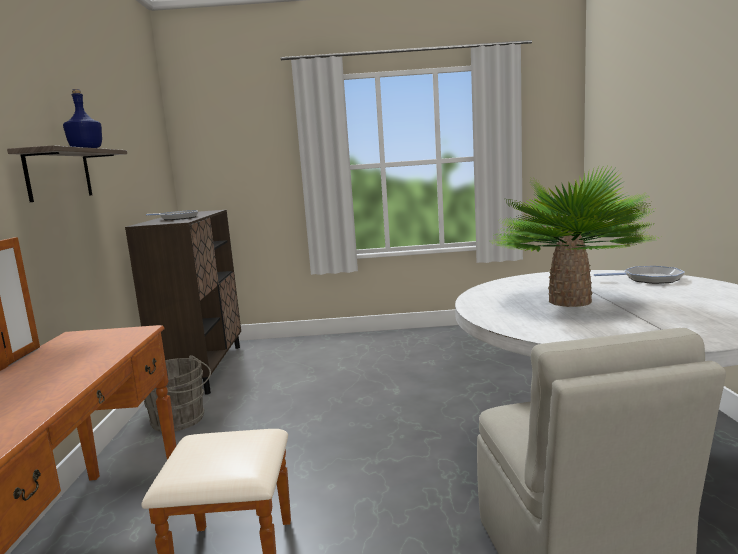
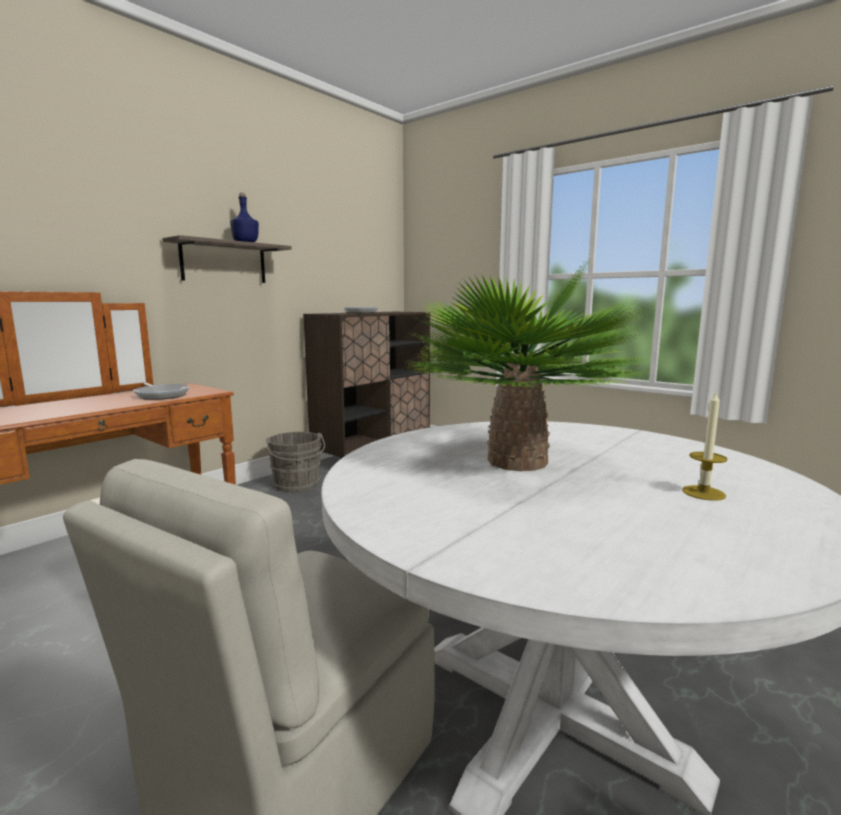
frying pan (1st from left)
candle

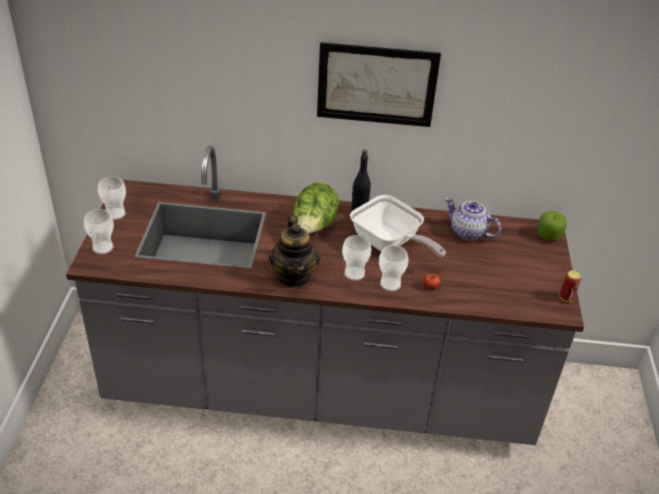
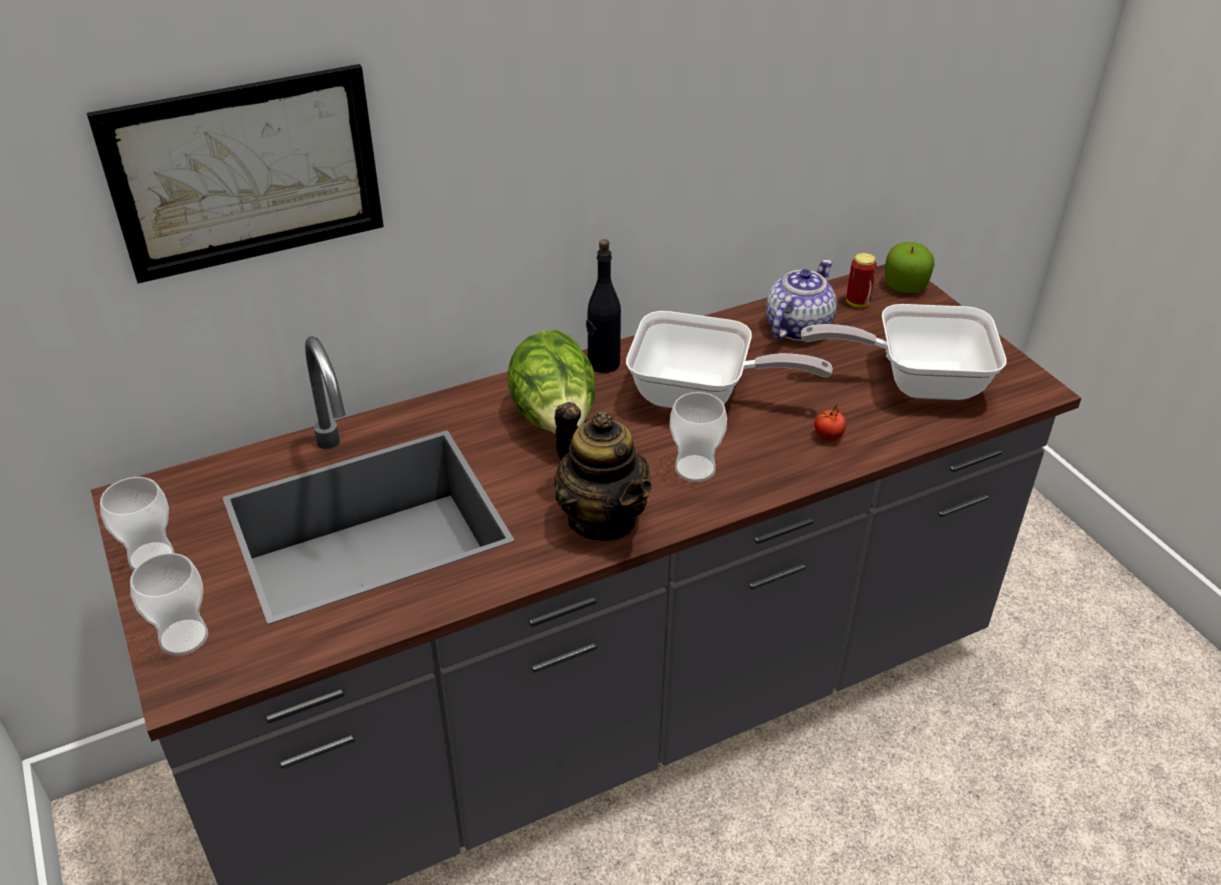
picture
cup (4th from left in the first image)
teapot (2nd from left)
can
frying pan (2nd from left)

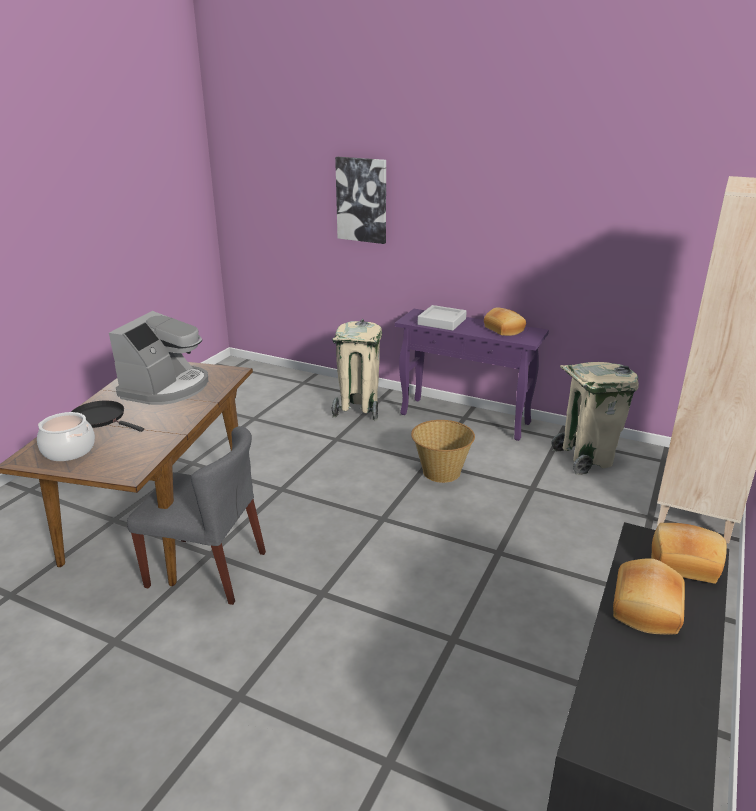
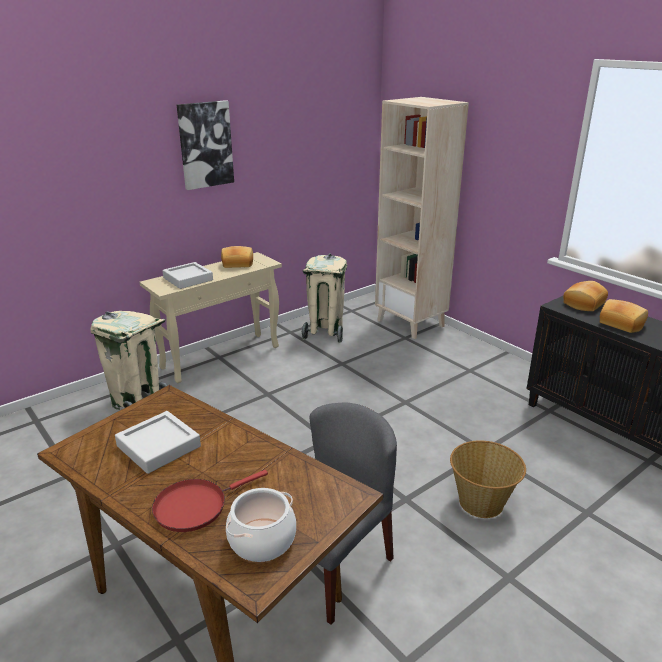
red frying pan
grey tray (1st from left)
picture
beige console table
basket

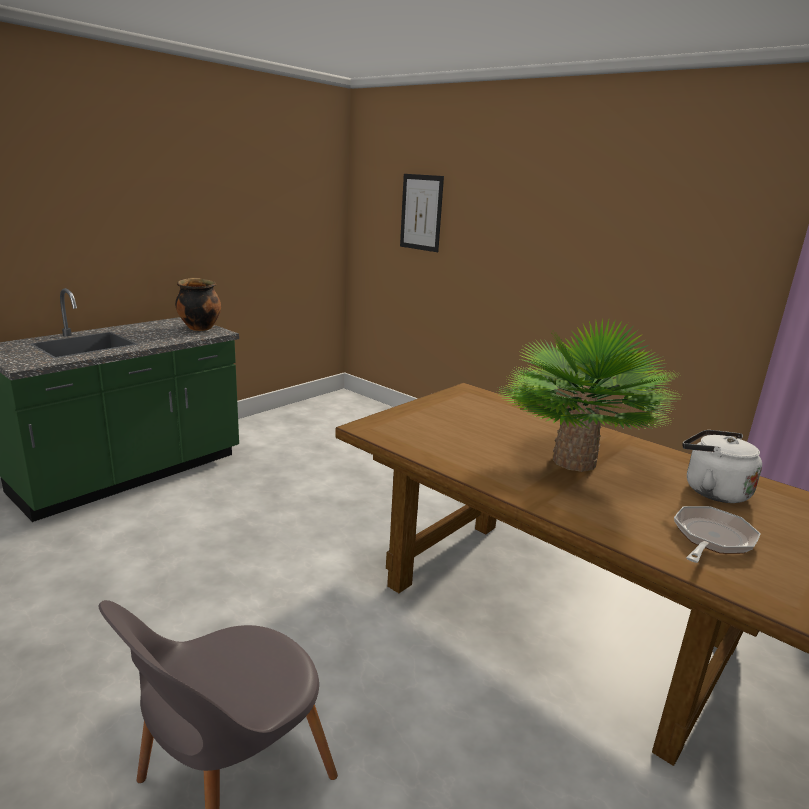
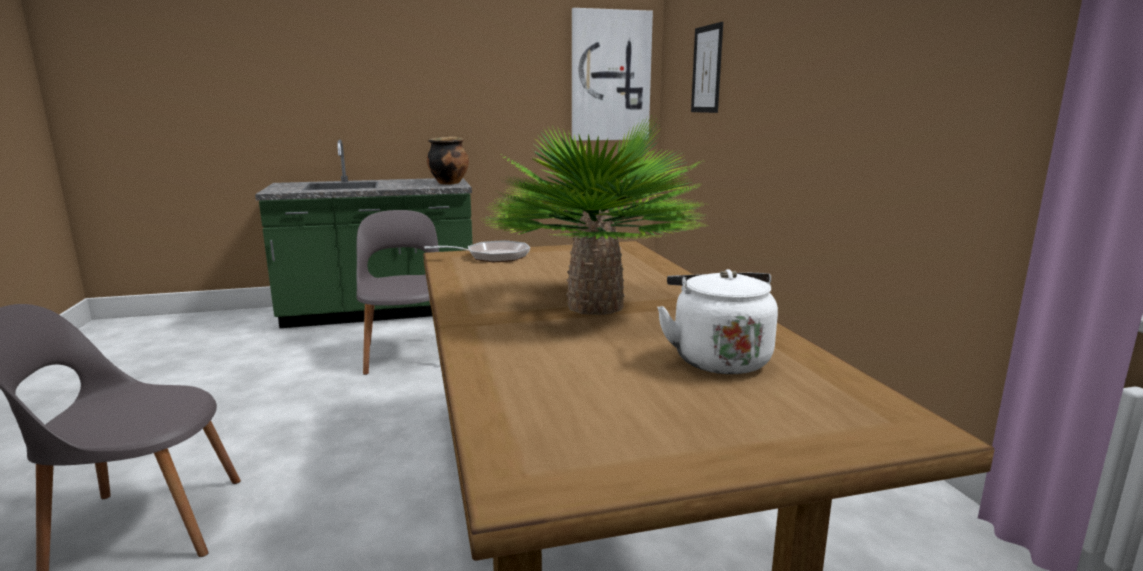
frying pan
grey chair (2nd from left)
picture (1st from left)

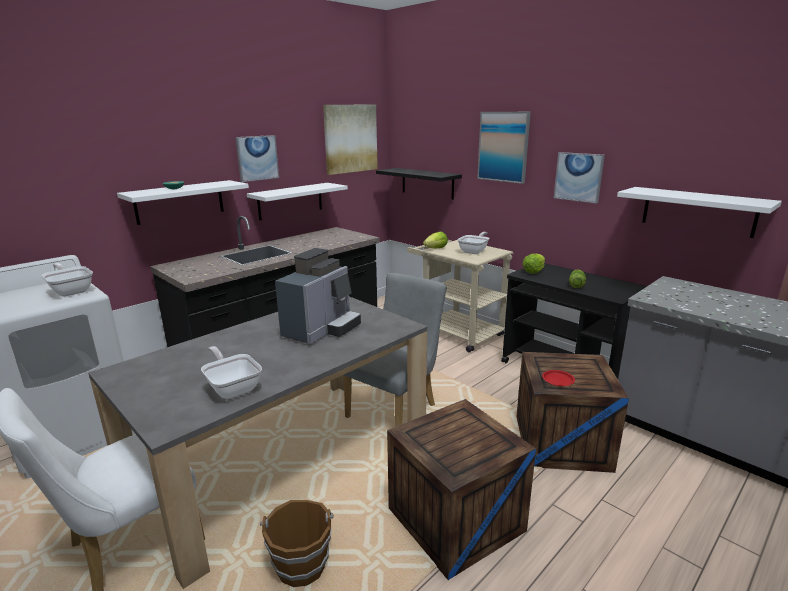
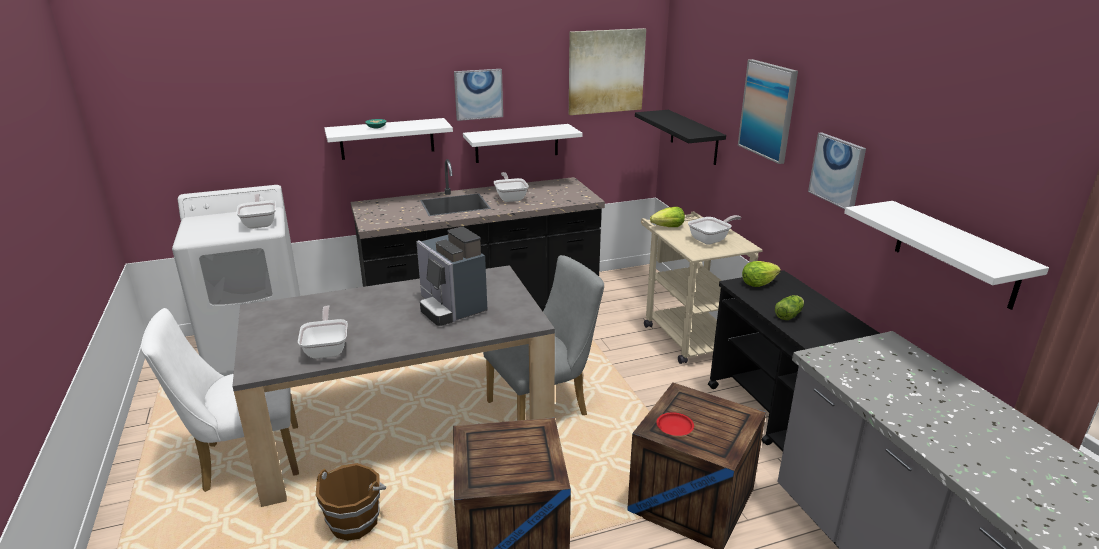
coffee machine
frying pan (3rd from left)

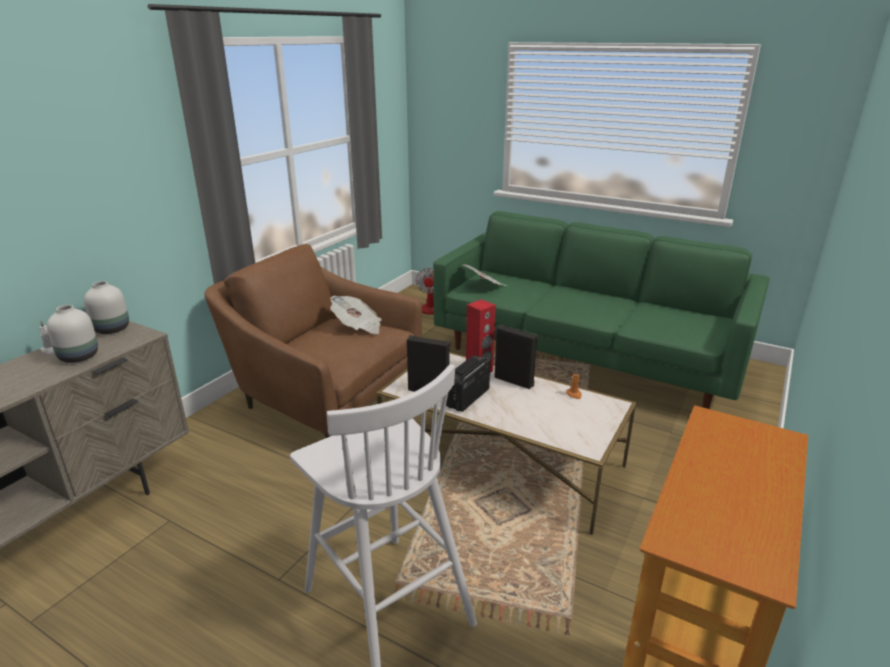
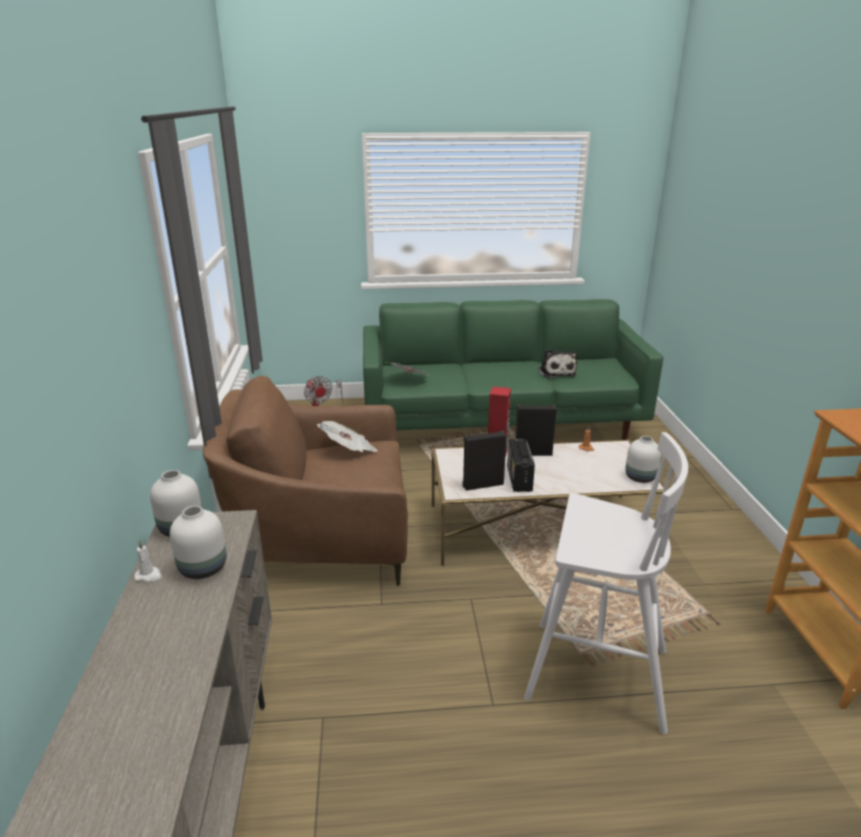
plush toy
white vase (3rd from left)

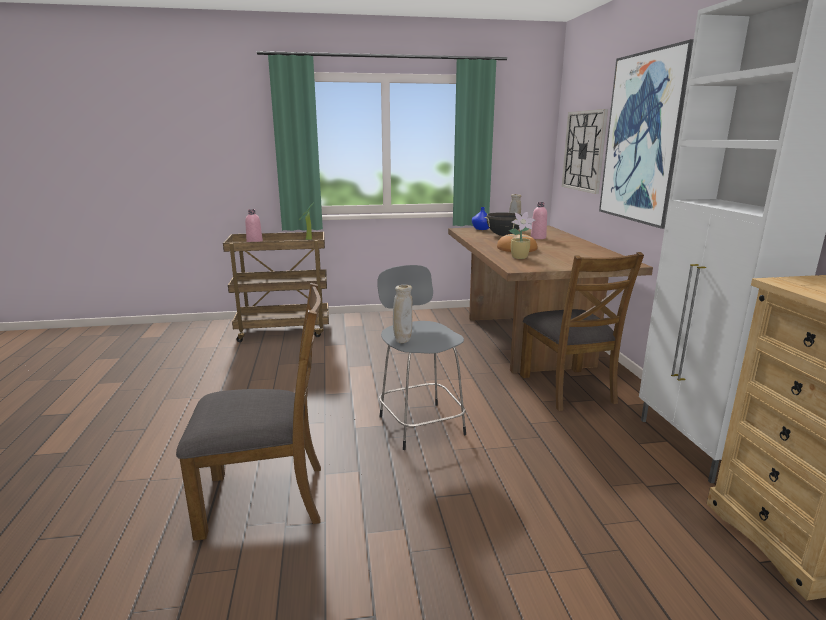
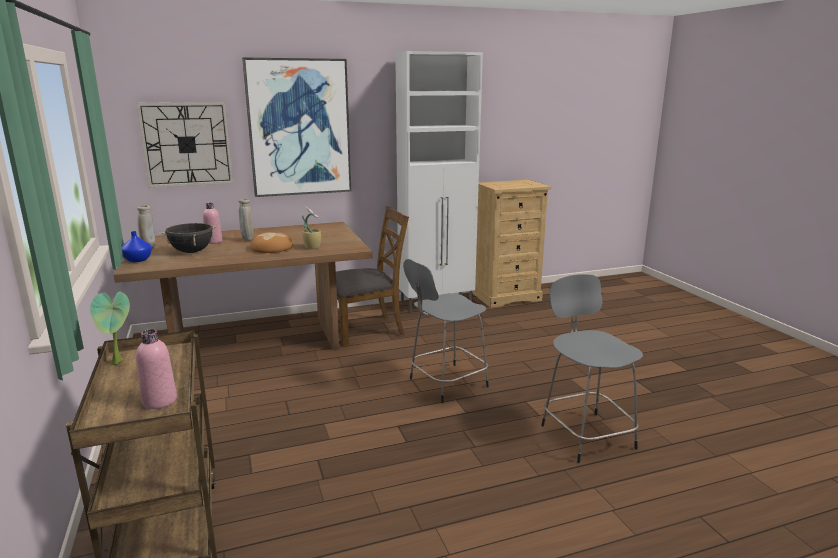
grey stool (2nd from left)
beige vase (2nd from left)

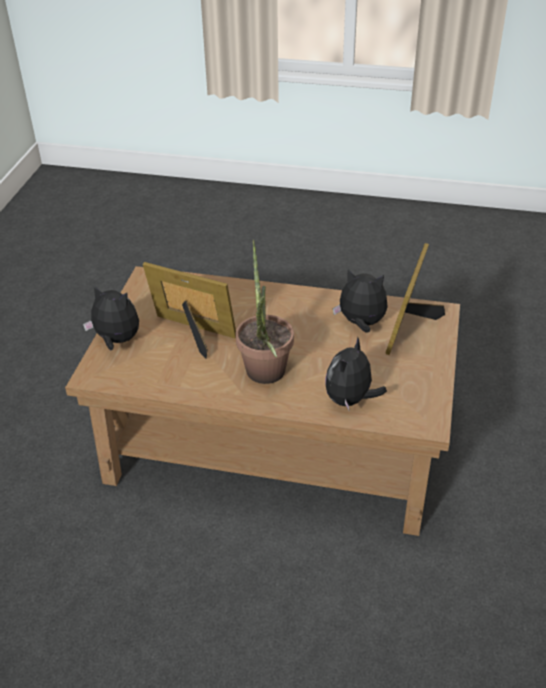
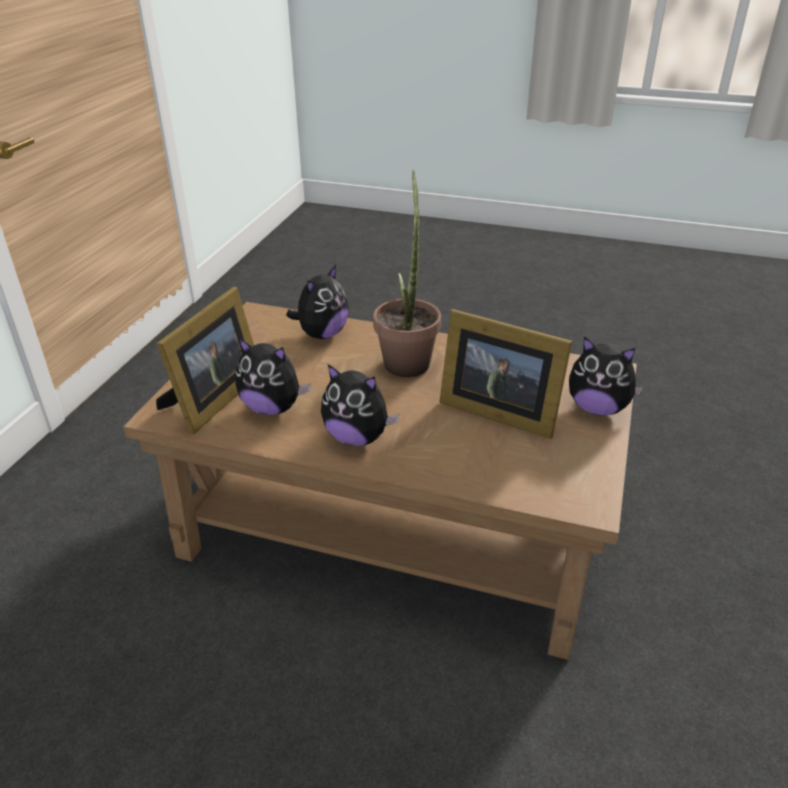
plush toy (3rd from left)

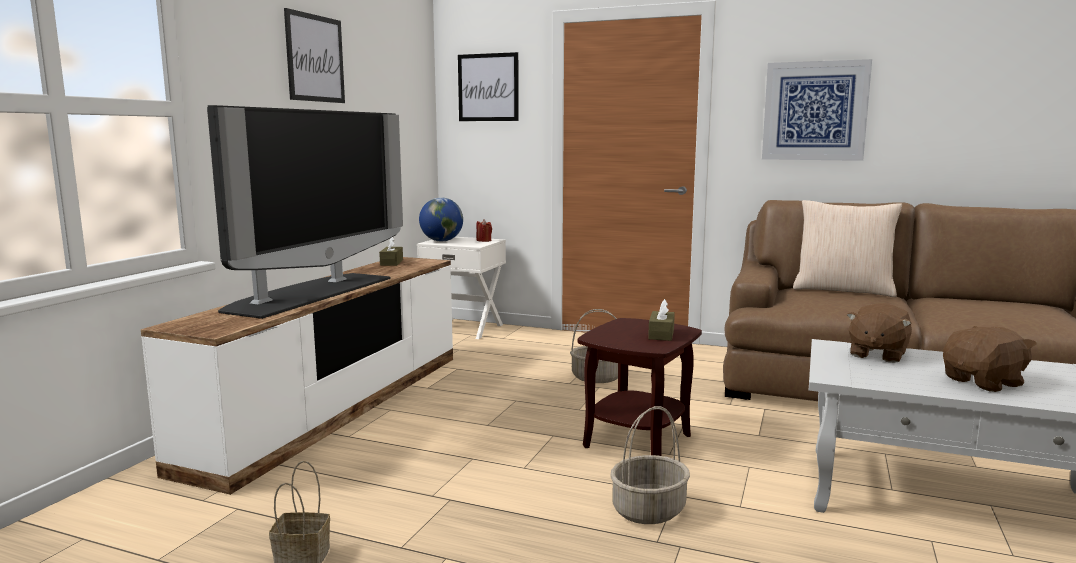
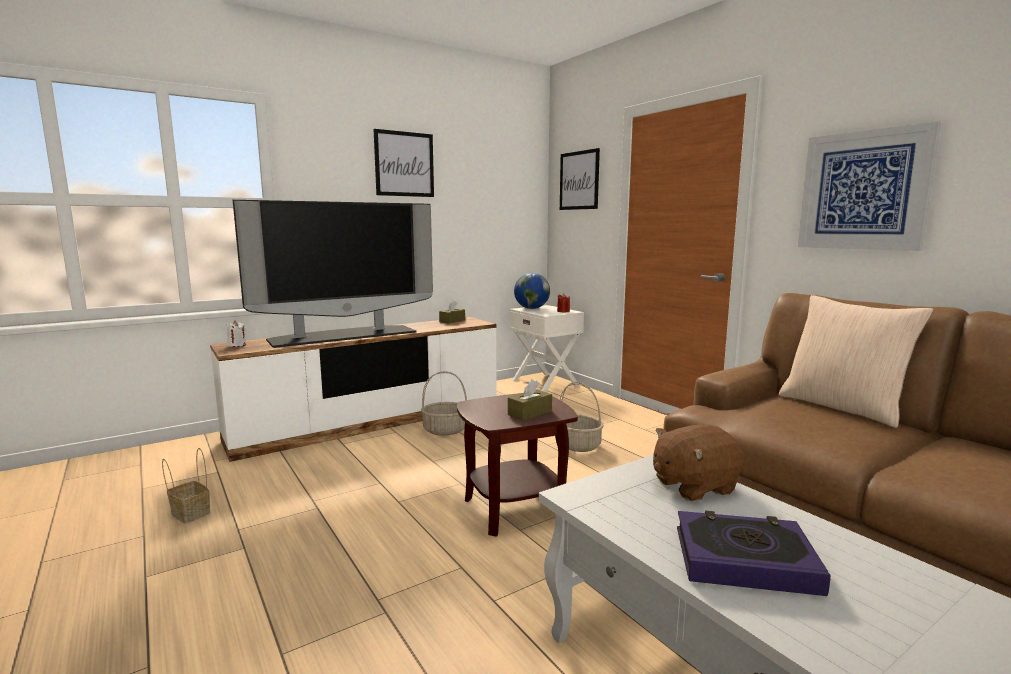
basket (2nd from left)
book
white candle

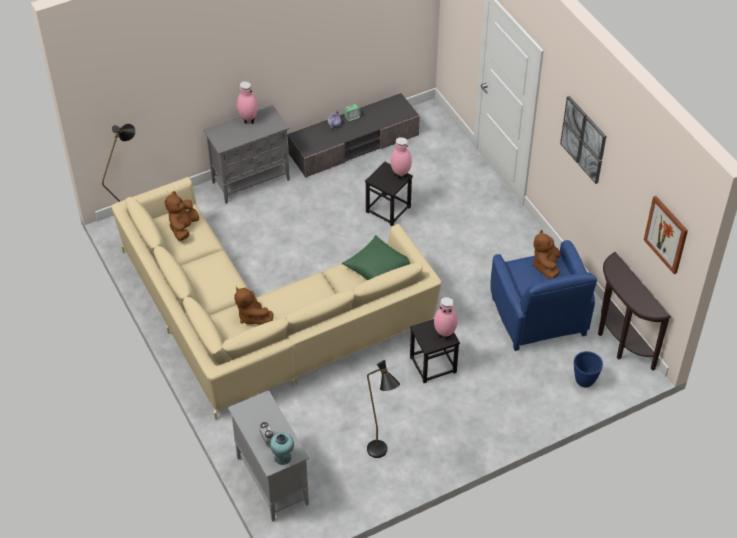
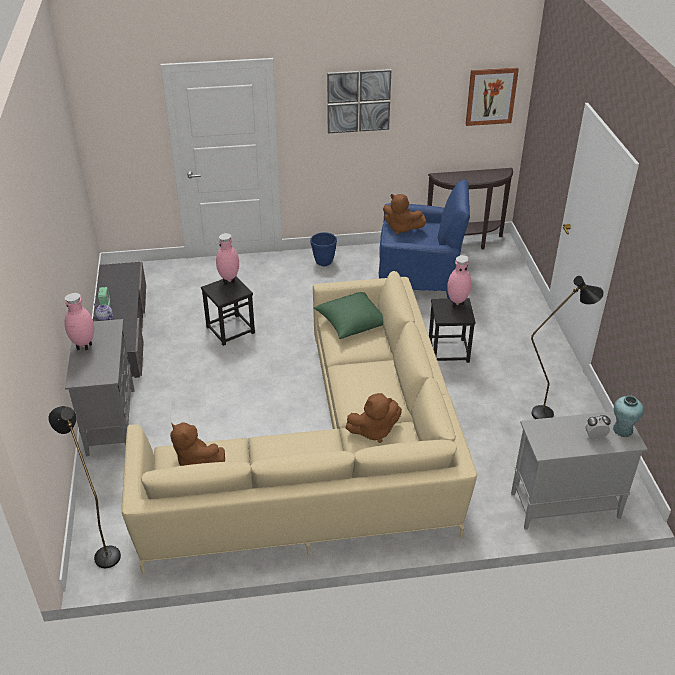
blue planter

